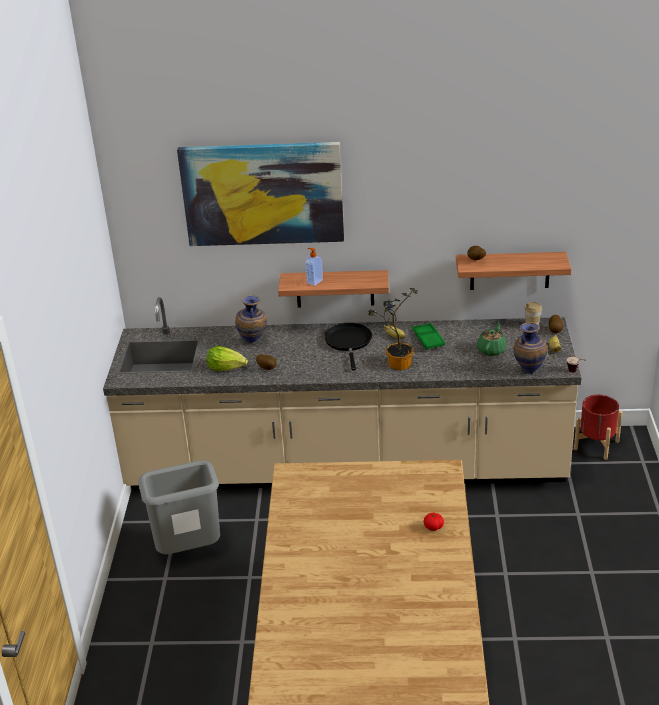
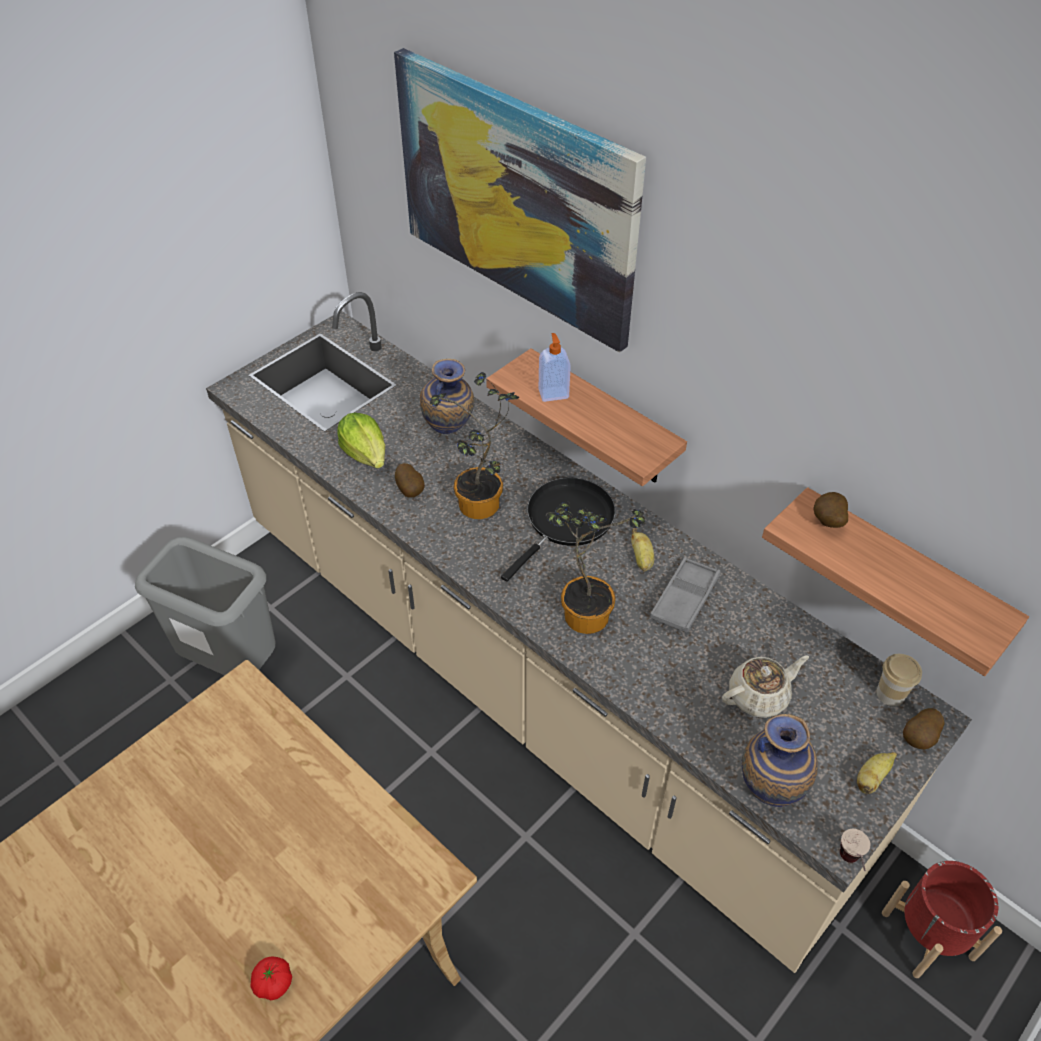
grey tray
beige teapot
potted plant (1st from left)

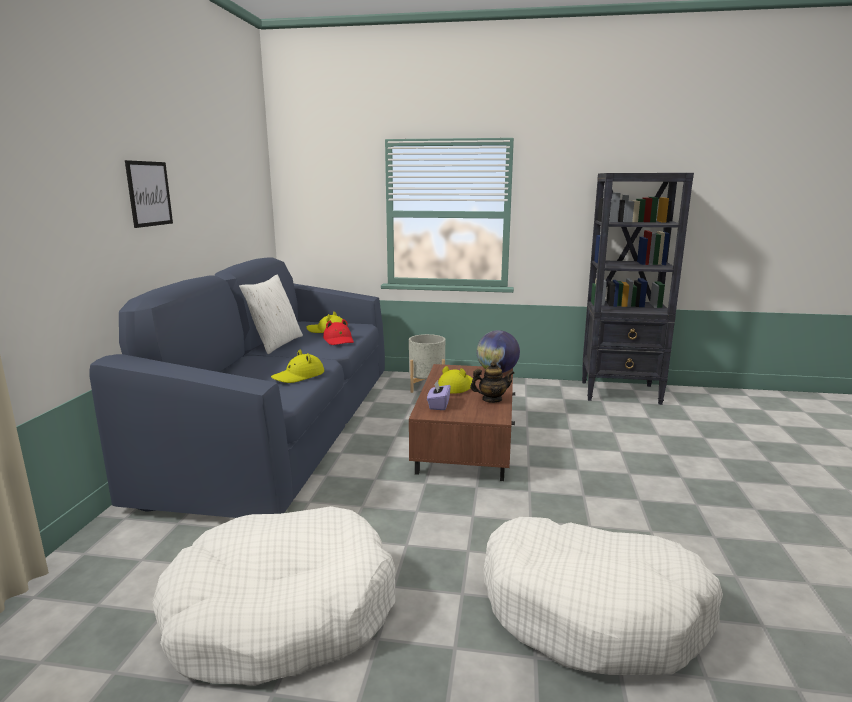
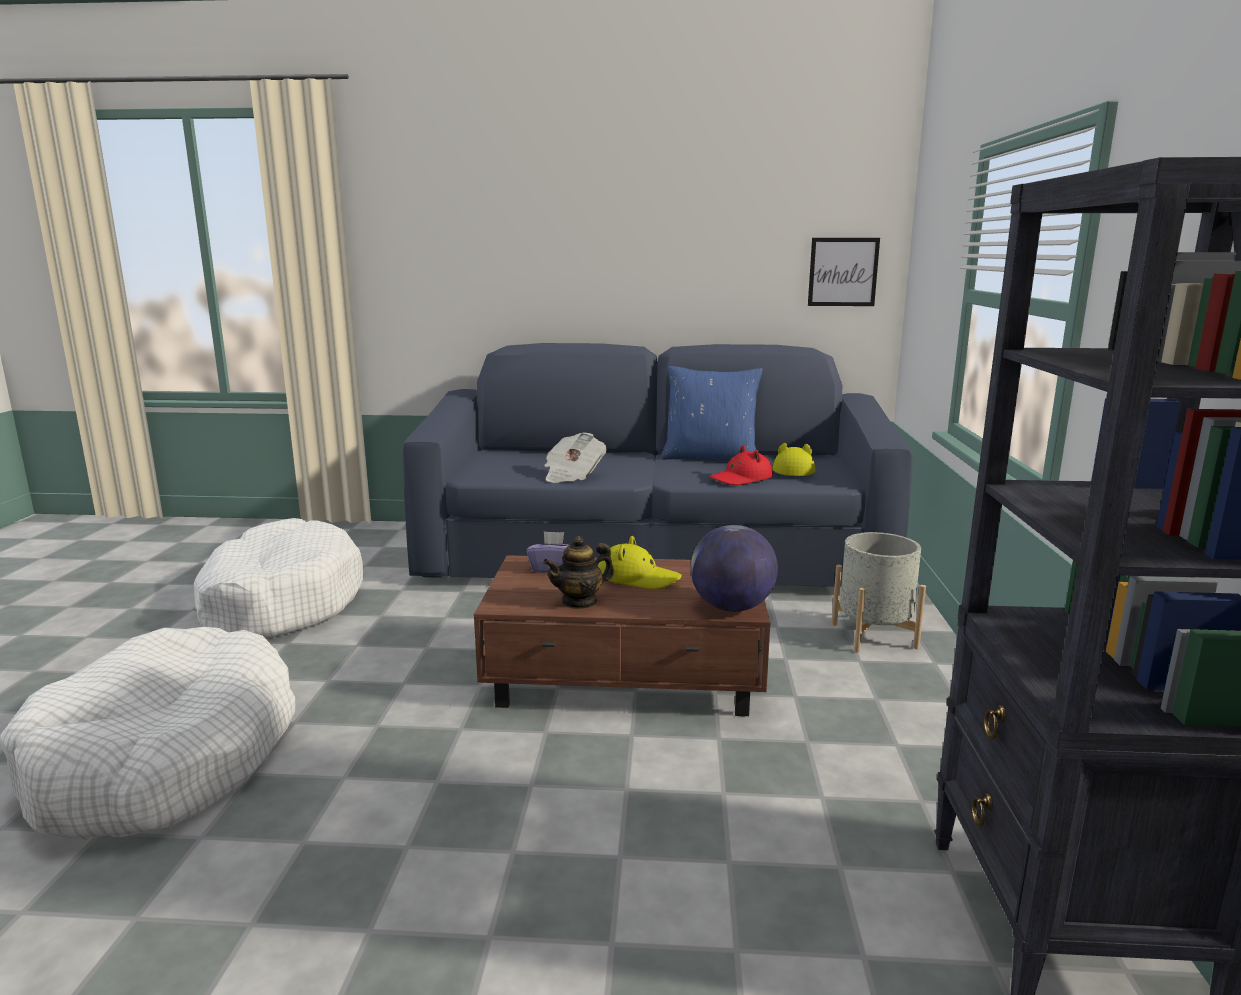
picture
blue pillow
newspaper
teapot

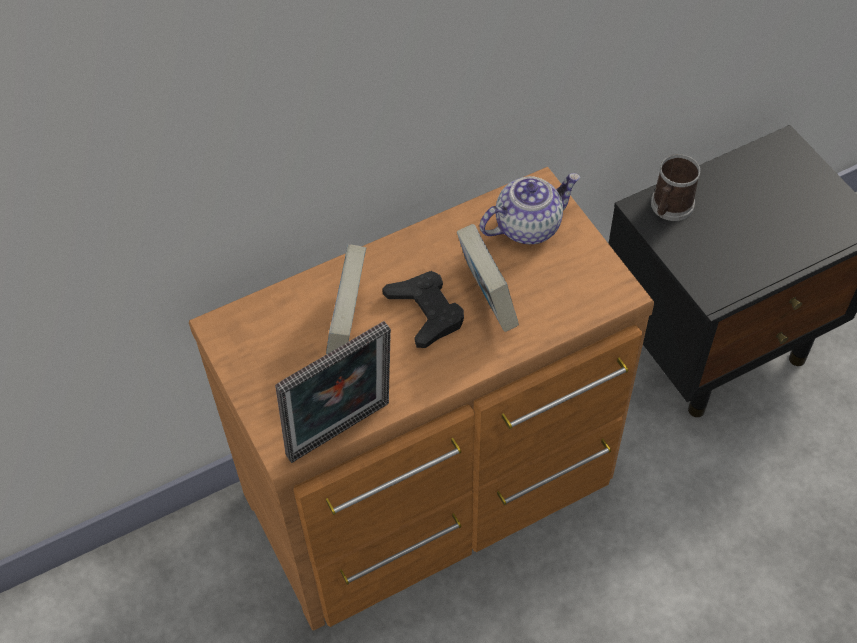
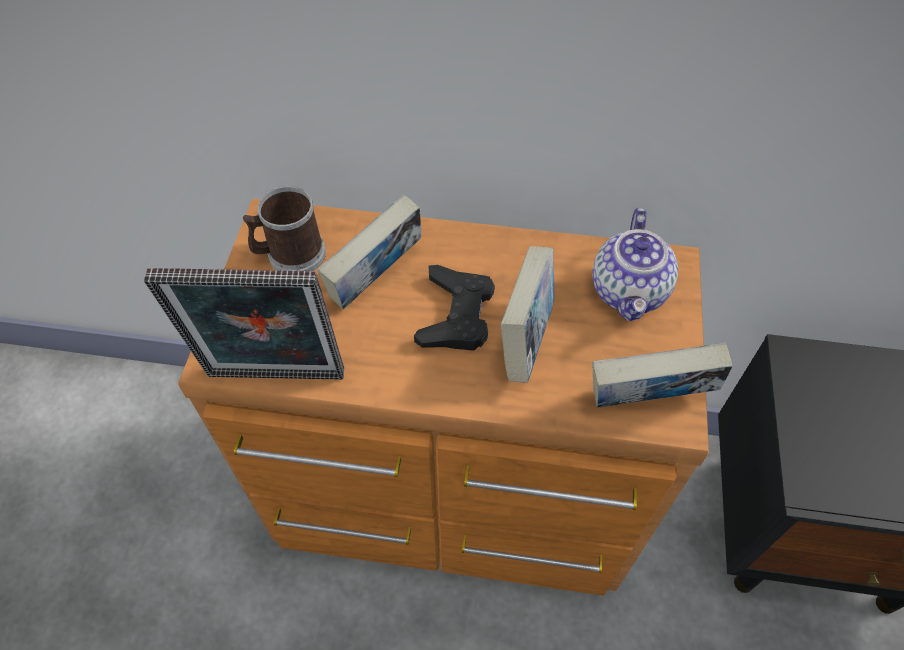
teapot
mug
book (3rd from left)

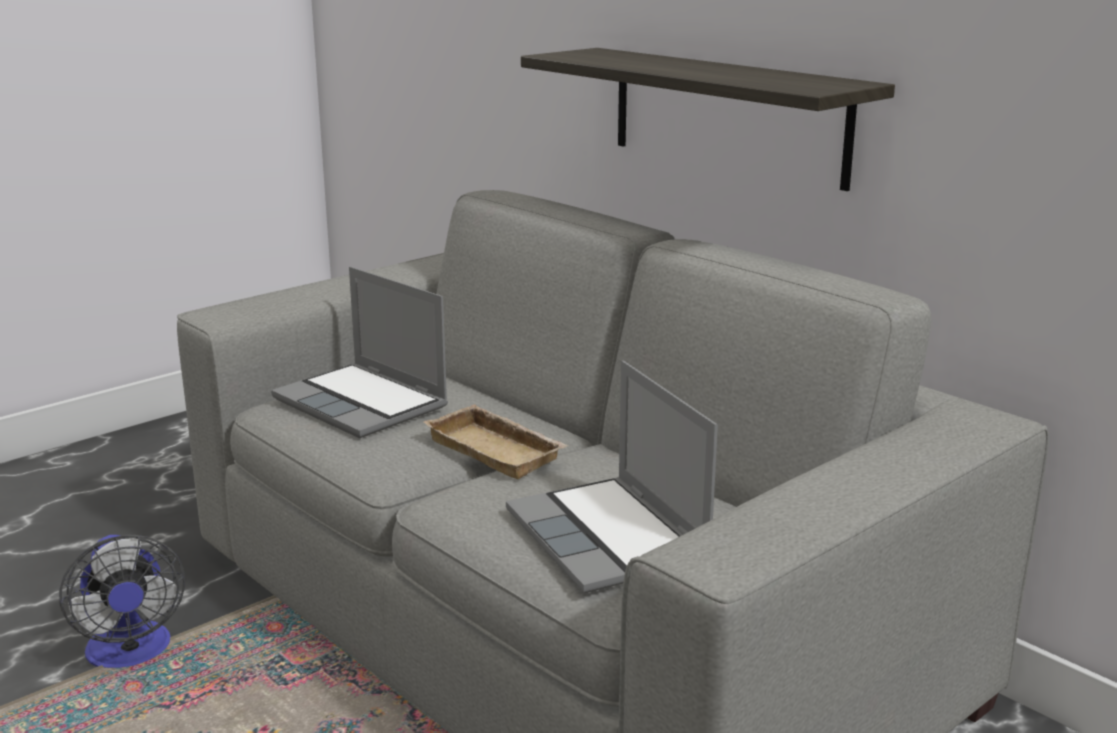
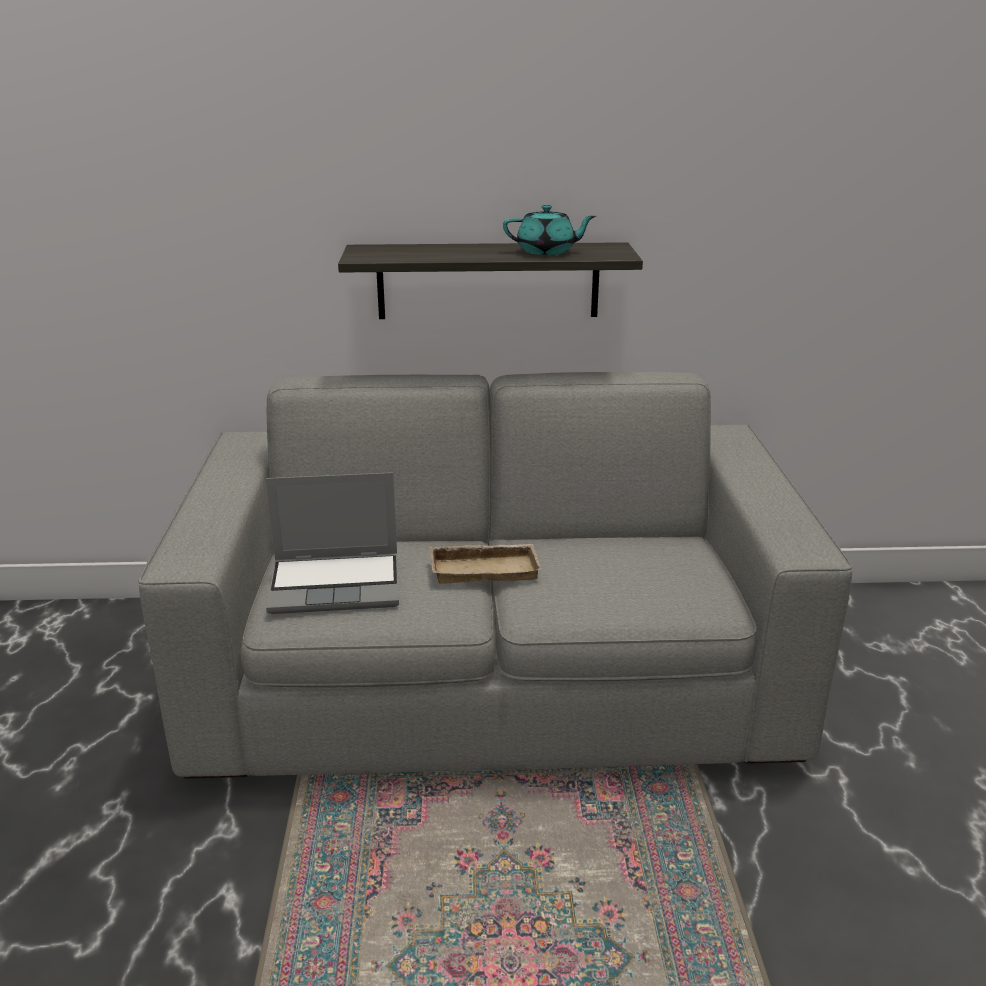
fan
laptop (2nd from left in the first image)
turquoise teapot

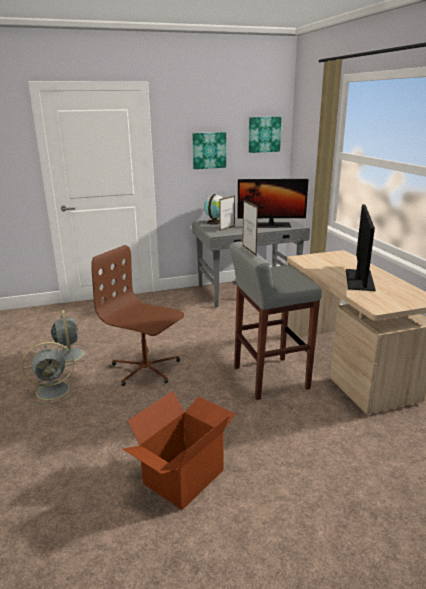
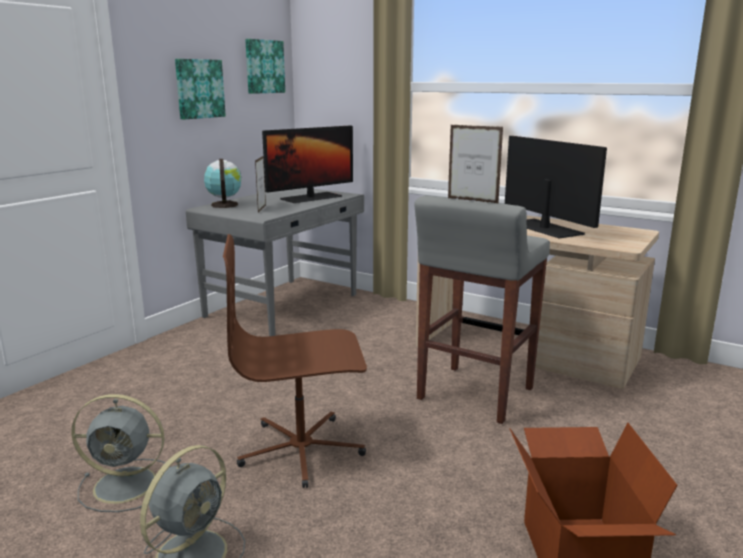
grey fan (1st from left)

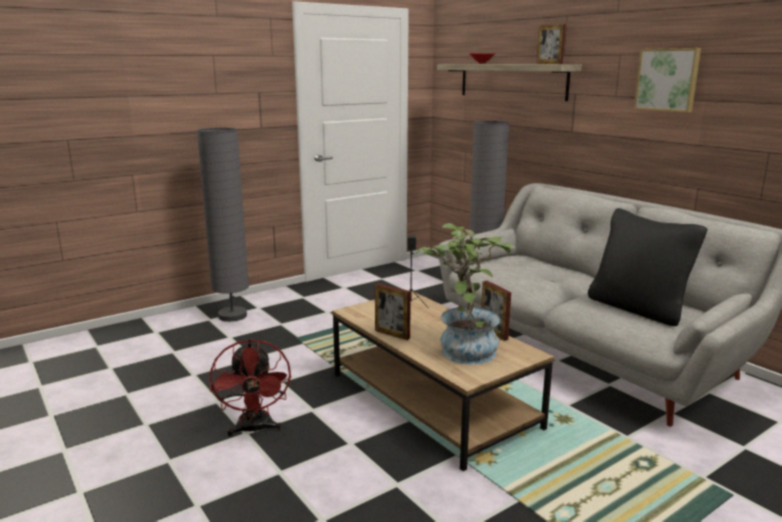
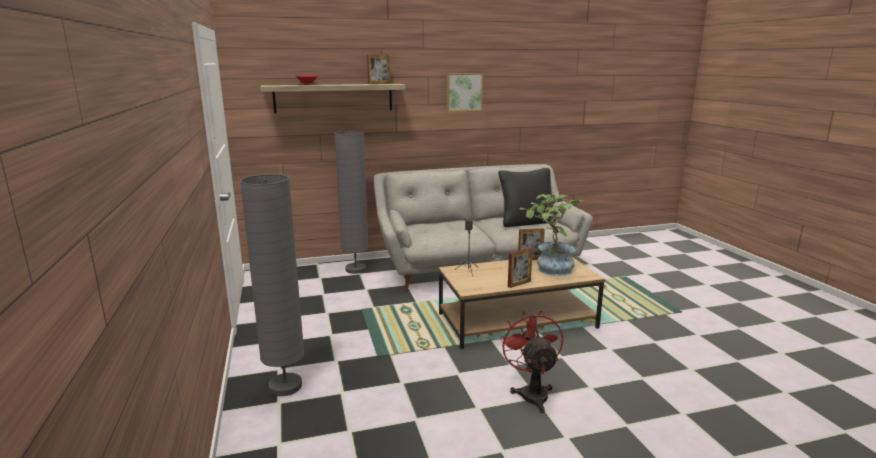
red fan

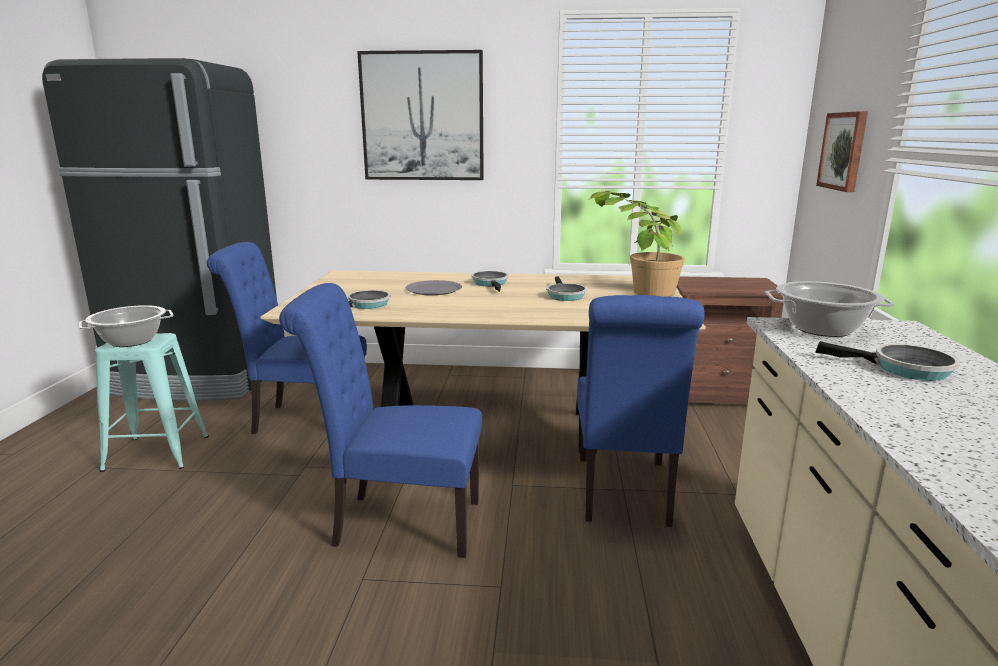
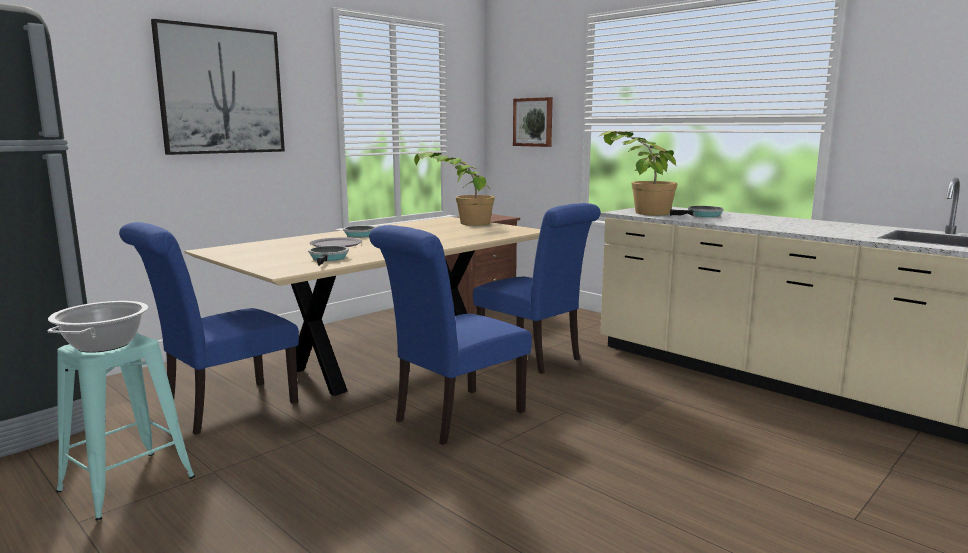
frying pan (3rd from left in the first image)
potted plant (2nd from left)

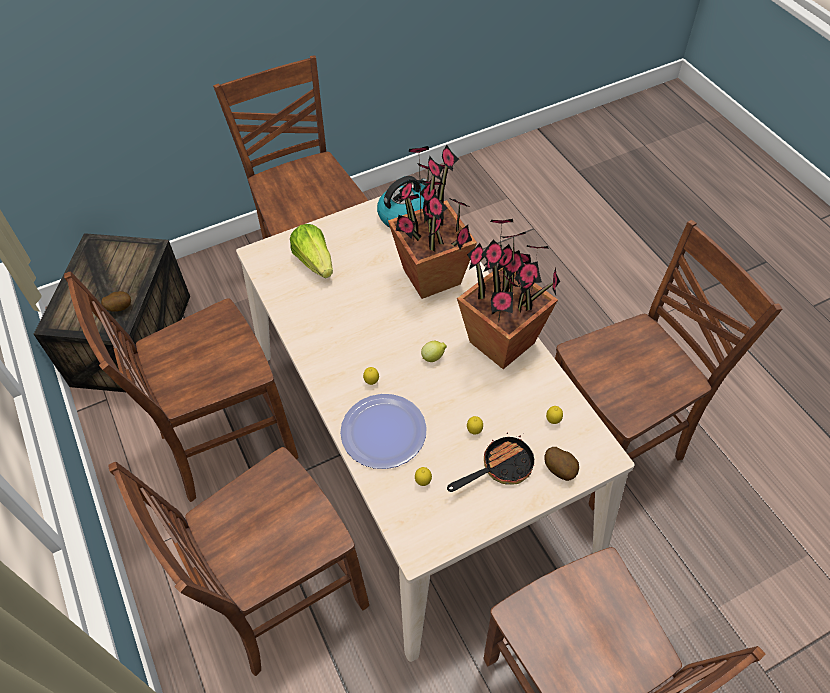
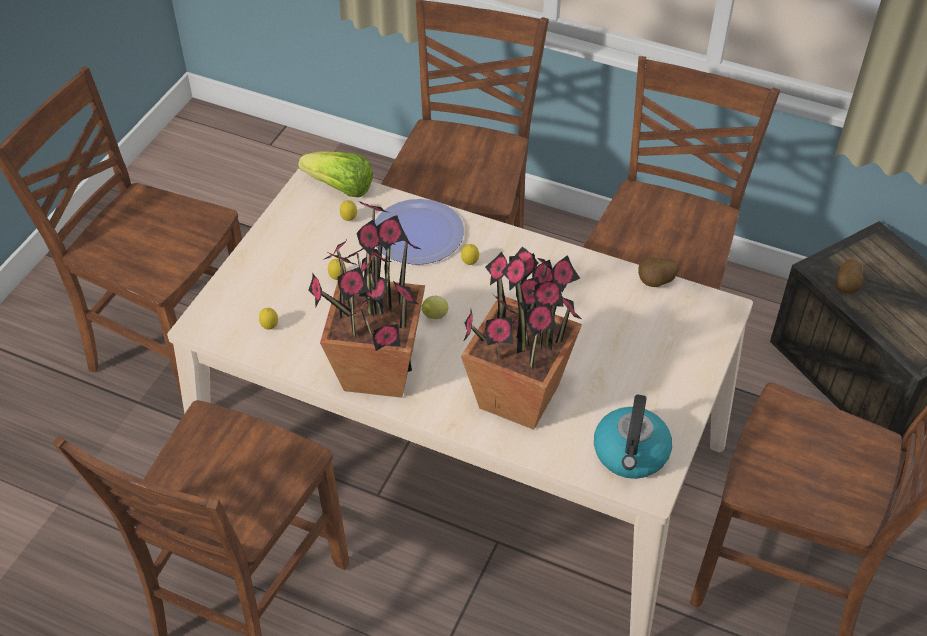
lettuce
frying pan
potato (1st from left)

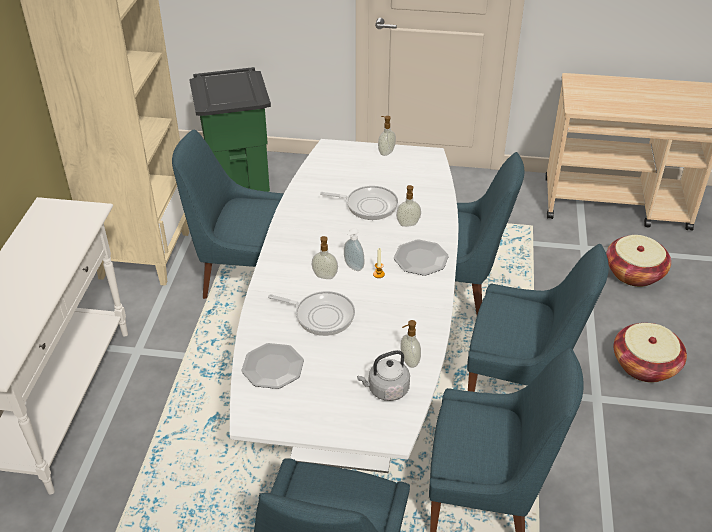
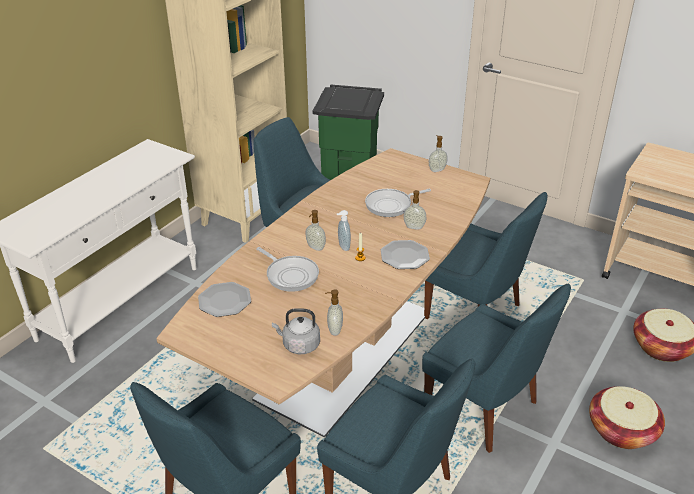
brown dining table
frying pan (2nd from left)

